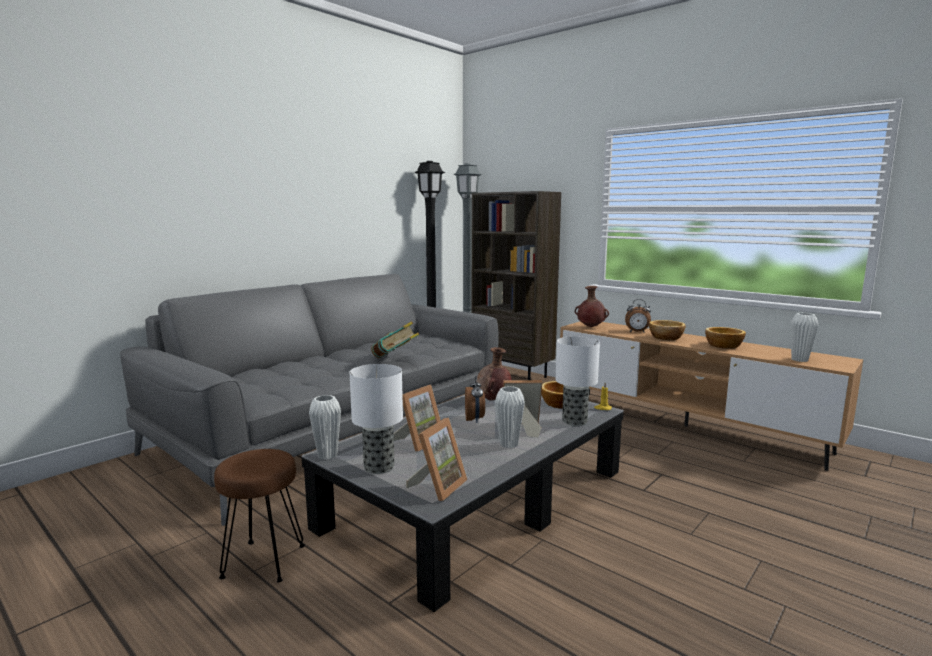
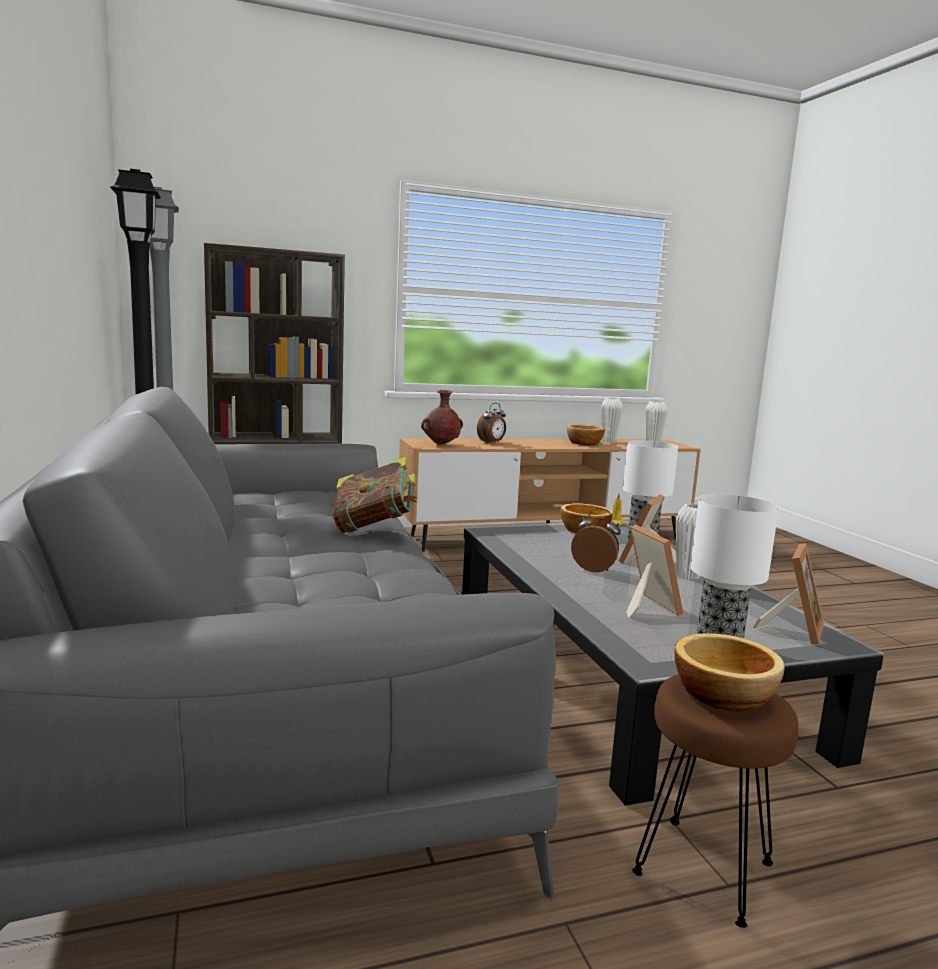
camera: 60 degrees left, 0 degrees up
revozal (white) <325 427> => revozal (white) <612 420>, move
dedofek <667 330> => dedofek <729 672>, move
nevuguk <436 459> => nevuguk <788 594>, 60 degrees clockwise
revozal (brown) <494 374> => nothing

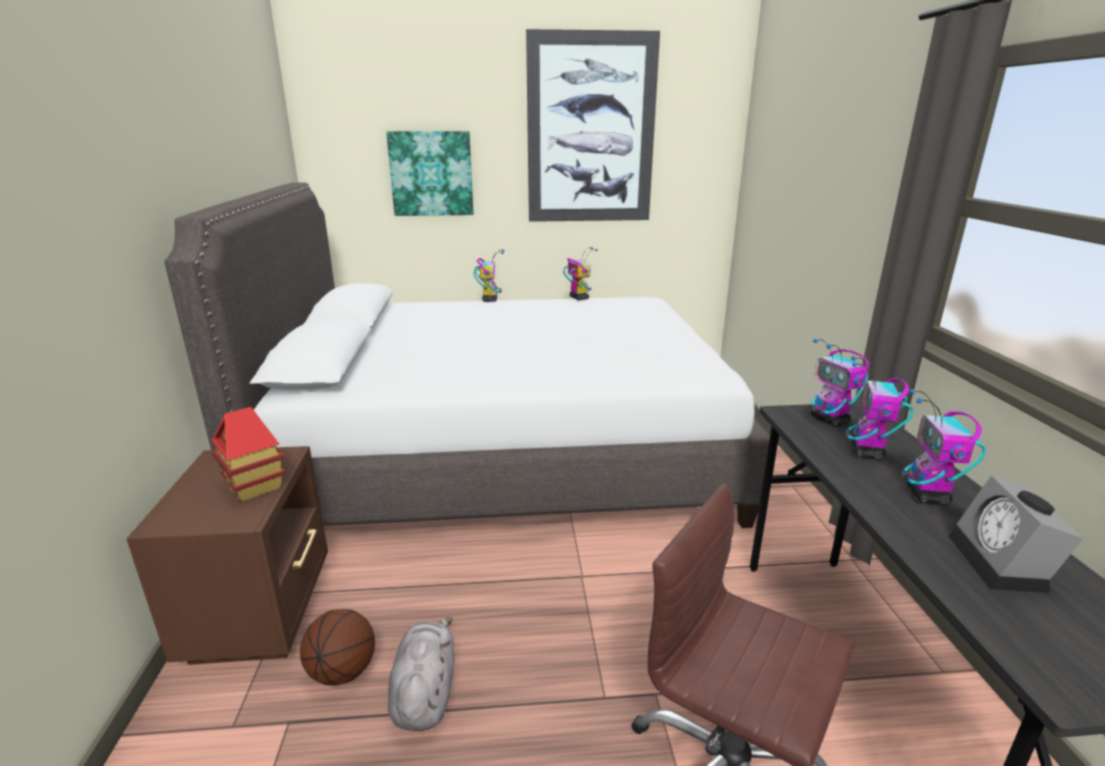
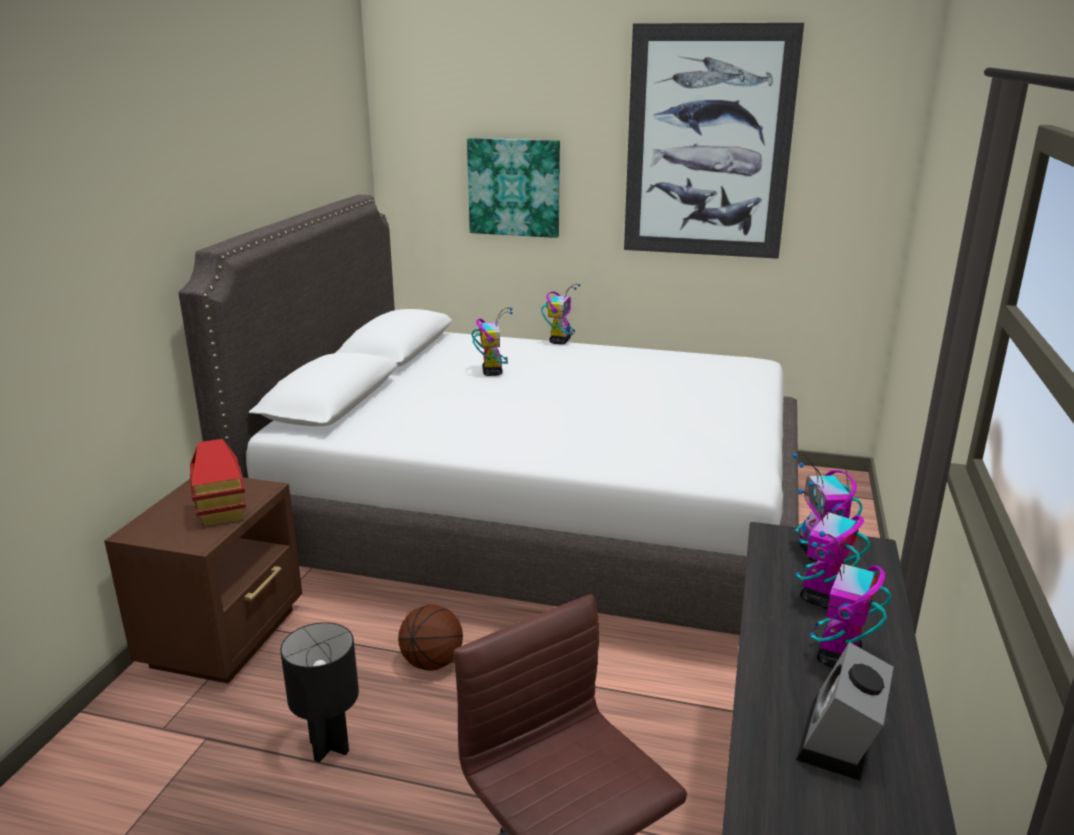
camera: 20 degrees right, 0 degrees up
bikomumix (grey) <421 674> => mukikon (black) <319 692>
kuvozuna <337 647> => kuvozuna <430 637>, move
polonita <580 273> => polonita <492 341>, move

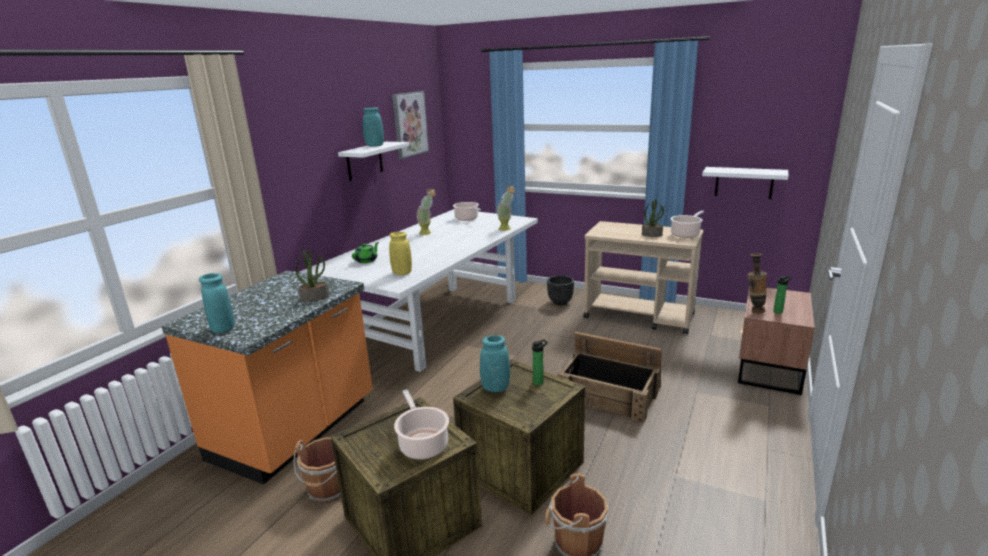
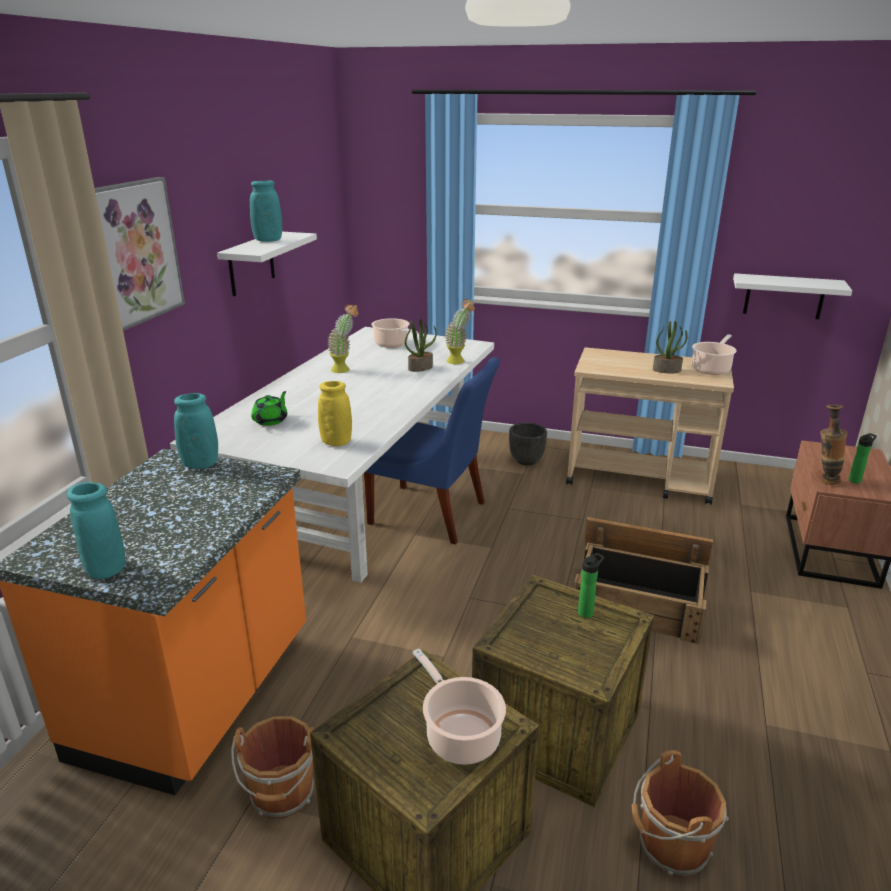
camera: 10 degrees left, 5 degrees up
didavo <410 125> => didavo <140 254>, move
revozal (turquoise) <495 363> => revozal (turquoise) <196 431>, move
nothing => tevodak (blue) <432 450>
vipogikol <312 275> => vipogikol <421 345>, move

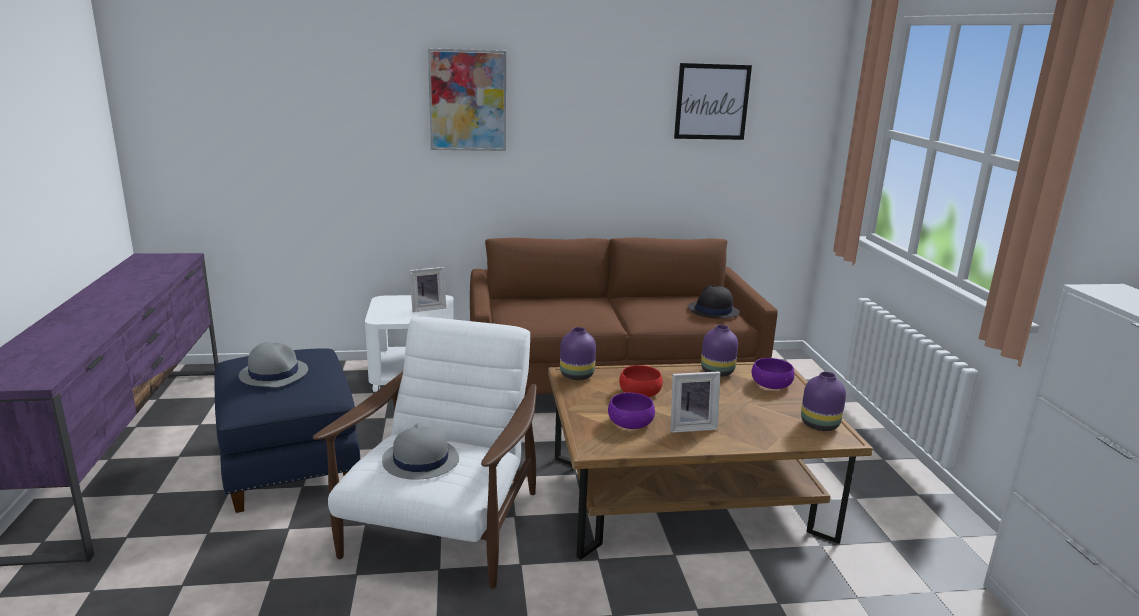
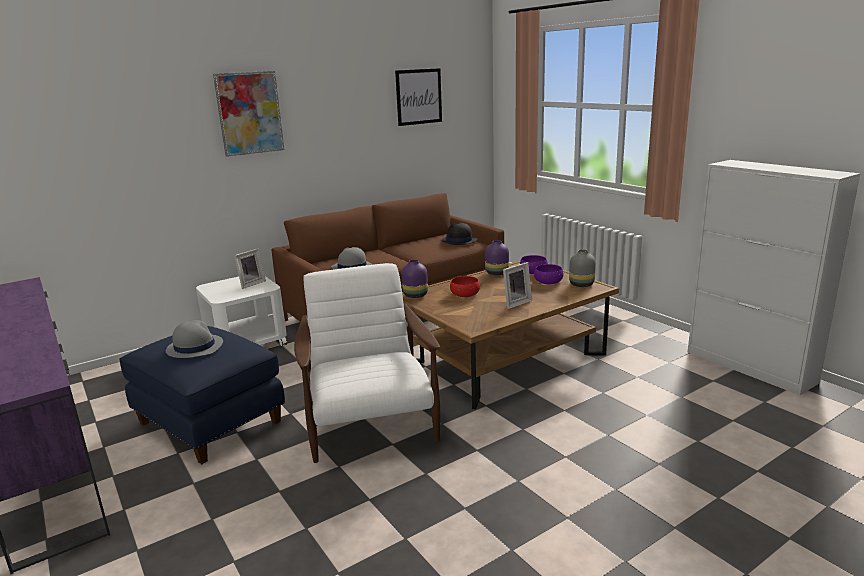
camera: 25 degrees left, 0 degrees up
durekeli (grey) <420 451> => durekeli (grey) <351 258>, move
dedofek (purple) <631 411> => dedofek (purple) <549 274>, move
revozal (purple) <823 401> => revozal (grey) <582 268>

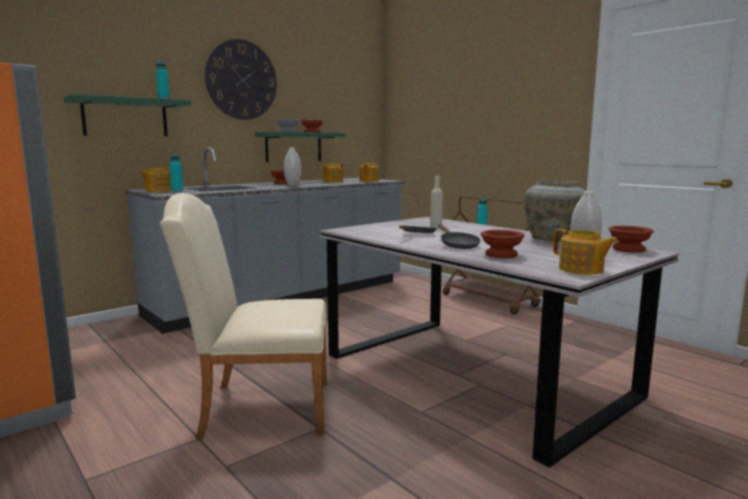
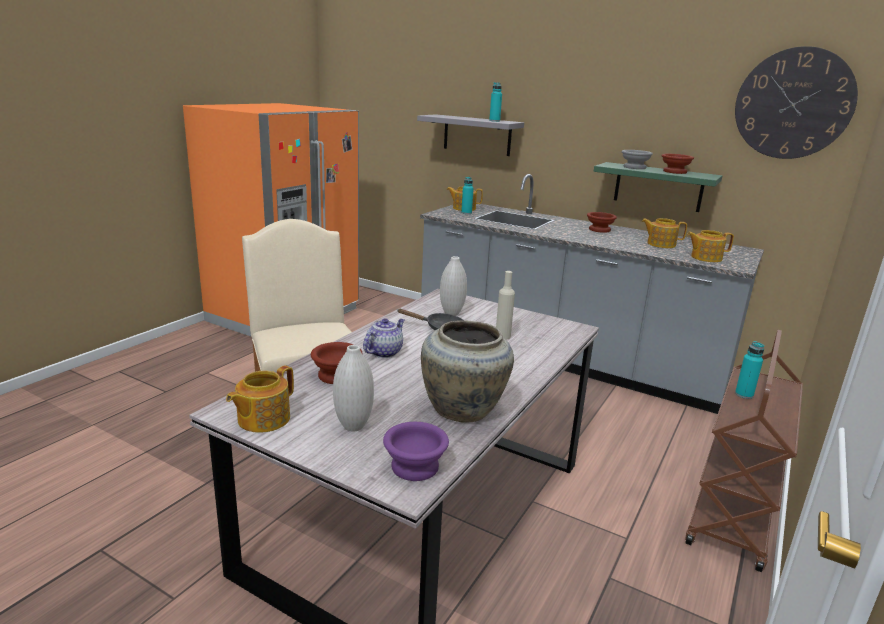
camera: 70 degrees right, 10 degrees up
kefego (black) <459 236> => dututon <383 338>
dedofek (brown) <631 239> => dedofek (purple) <416 451>
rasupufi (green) <127 115> => rasupufi (grey) <470 135>
revozal (white) <292 167> => revozal (white) <453 286>, move
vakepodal <241 79> => vakepodal <796 102>, move

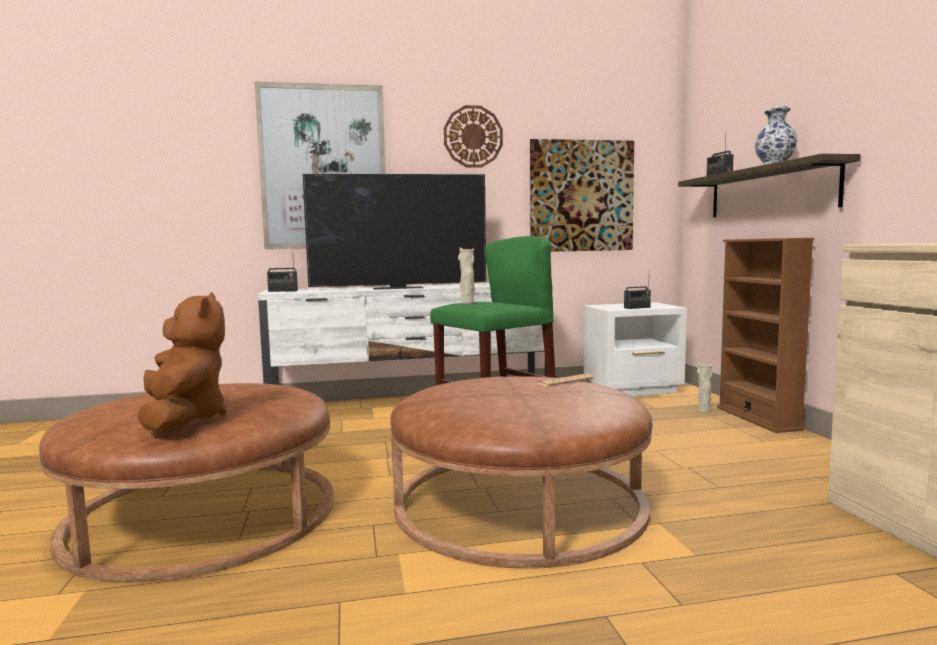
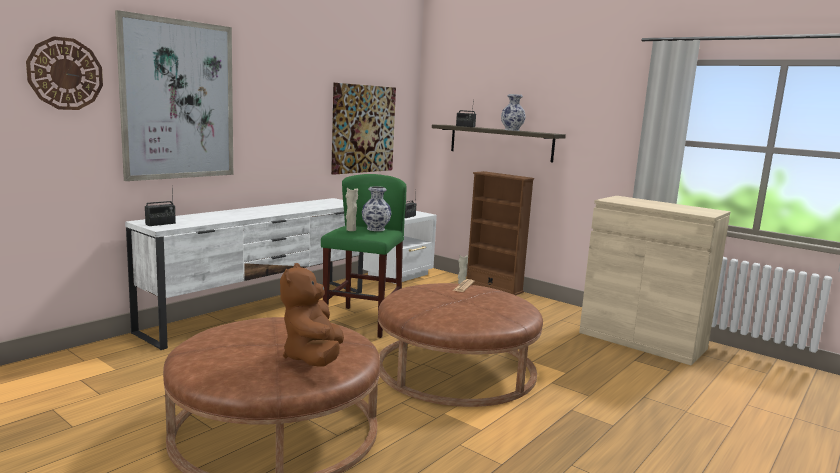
camera: 40 degrees left, 5 degrees up
vakepodal <473 136> => vakepodal <64 73>, move
bikomumix (brown) <182 362> => bikomumix (brown) <312 314>, 120 degrees counterclockwise
nothing => revozal <377 208>
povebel <394 232> => nothing

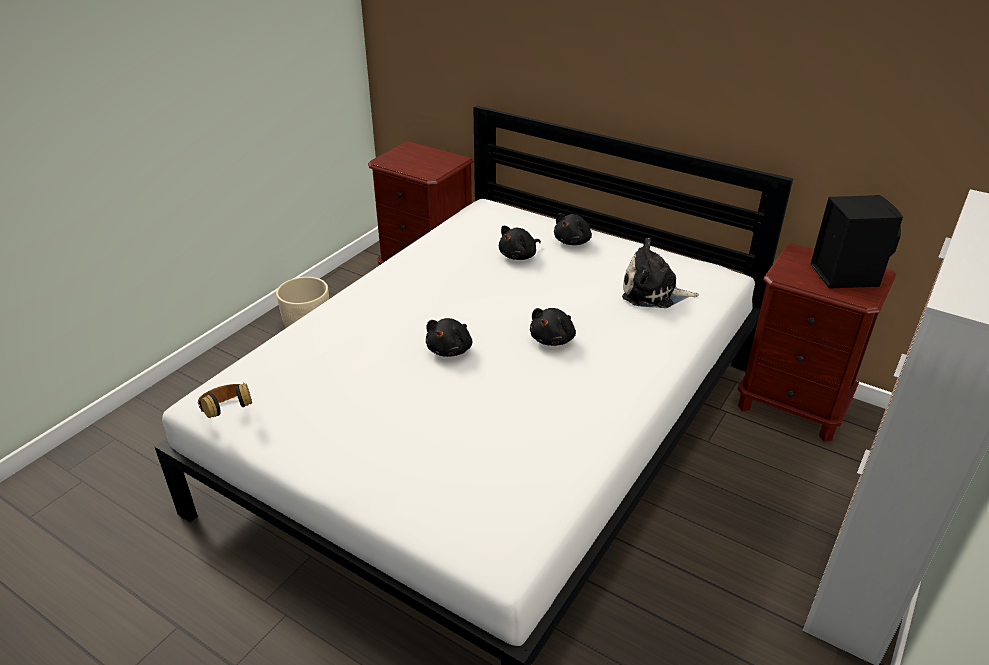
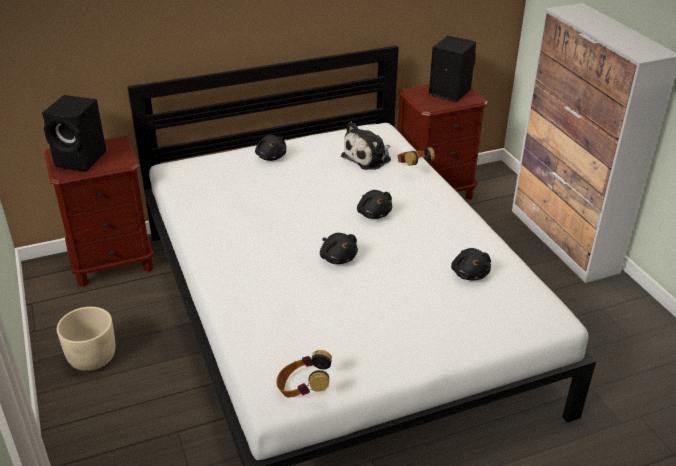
camera: 55 degrees left, 0 degrees up
nothing => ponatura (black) <74 133>
nothing => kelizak <416 156>
bikomumix (black) <520 243> => bikomumix (black) <471 264>, move

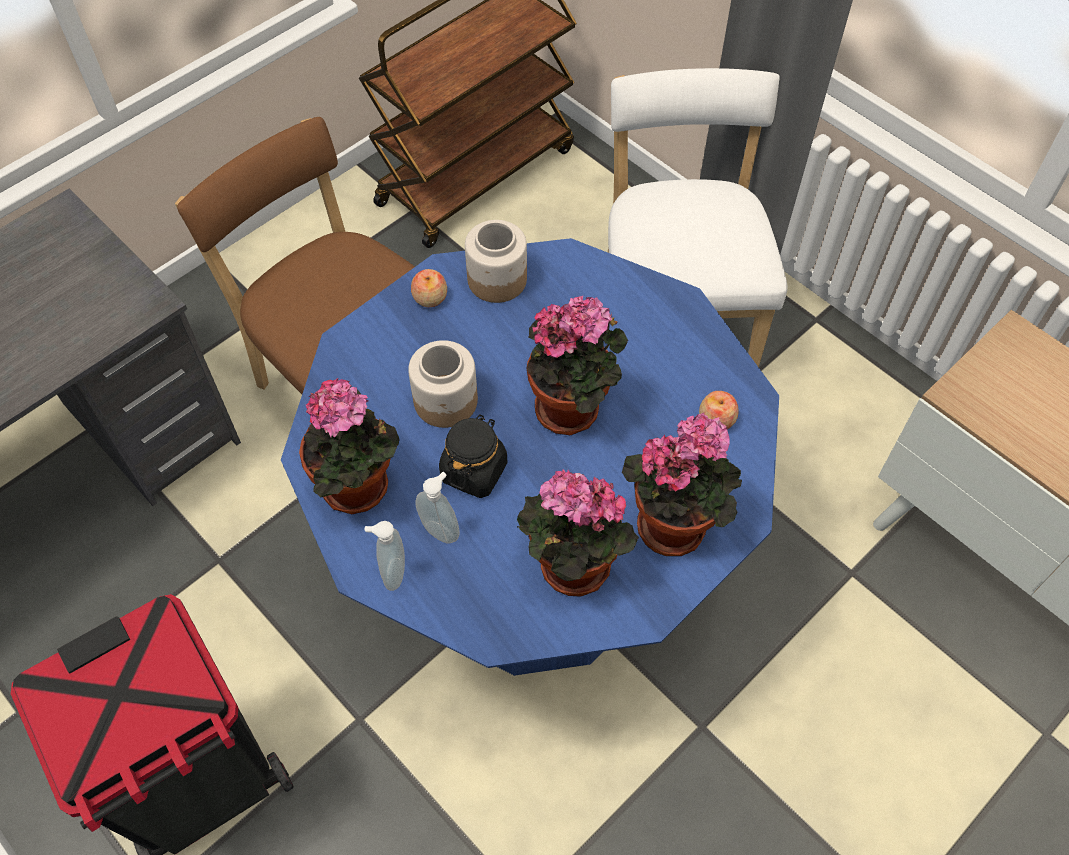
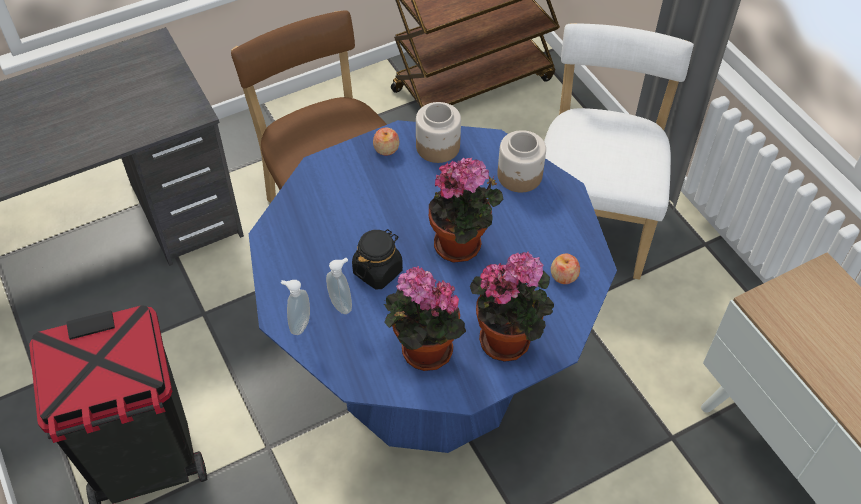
camera: 15 degrees right, 5 degrees down
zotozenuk <443 384> => zotozenuk <521 161>, move
vipogikol <349 446> => nothing

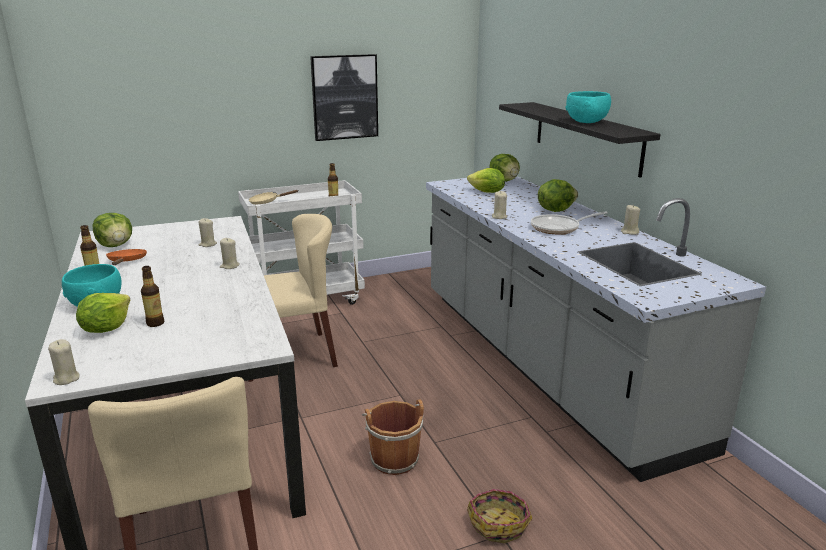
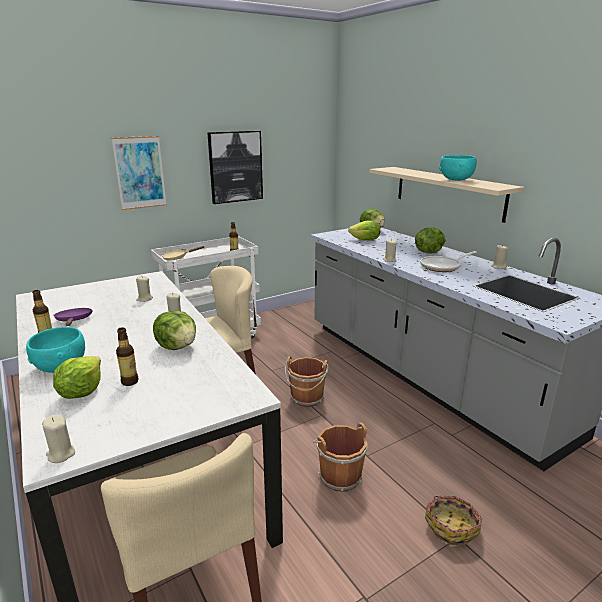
camera: 10 degrees left, 0 degrees up
kefego (orange) <126 257> => kefego (purple) <73 317>
nothing => didavo <139 173>
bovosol <112 230> => bovosol <174 330>, move
nothing => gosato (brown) <306 381>
rasupufi (black) <580 140> => rasupufi (beige) <446 195>

